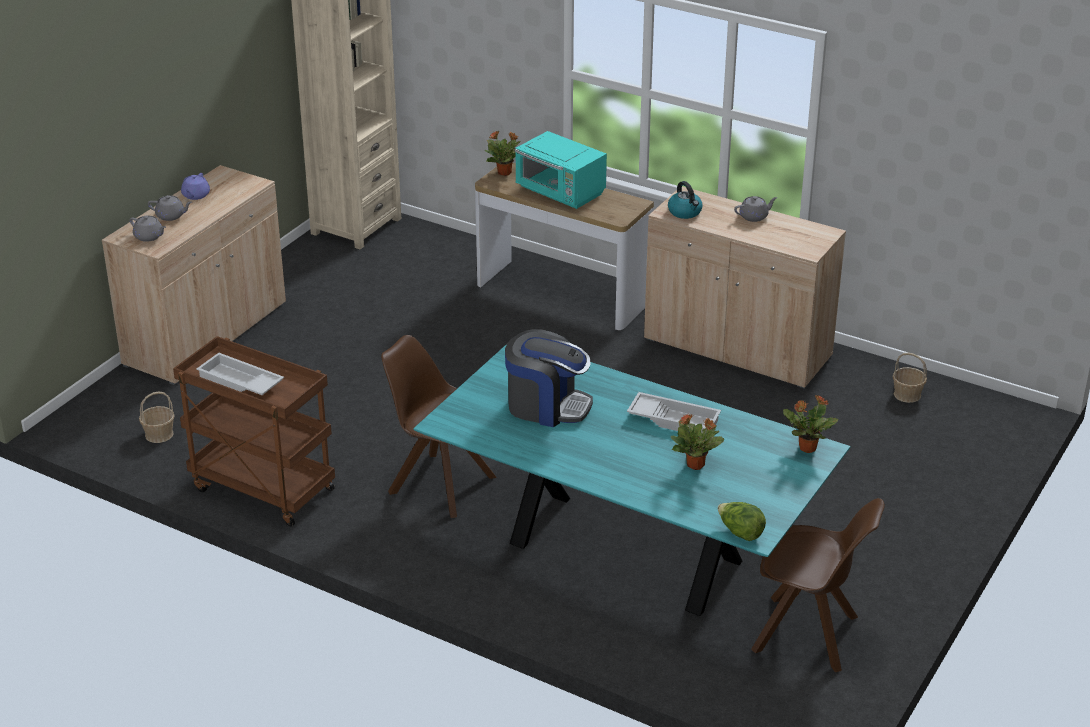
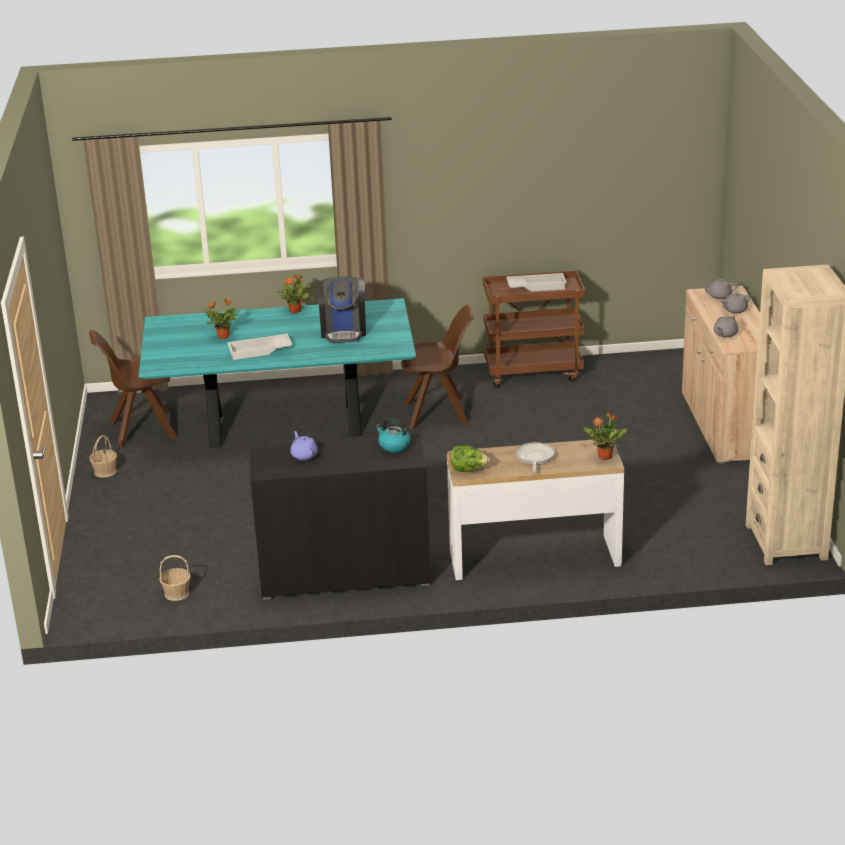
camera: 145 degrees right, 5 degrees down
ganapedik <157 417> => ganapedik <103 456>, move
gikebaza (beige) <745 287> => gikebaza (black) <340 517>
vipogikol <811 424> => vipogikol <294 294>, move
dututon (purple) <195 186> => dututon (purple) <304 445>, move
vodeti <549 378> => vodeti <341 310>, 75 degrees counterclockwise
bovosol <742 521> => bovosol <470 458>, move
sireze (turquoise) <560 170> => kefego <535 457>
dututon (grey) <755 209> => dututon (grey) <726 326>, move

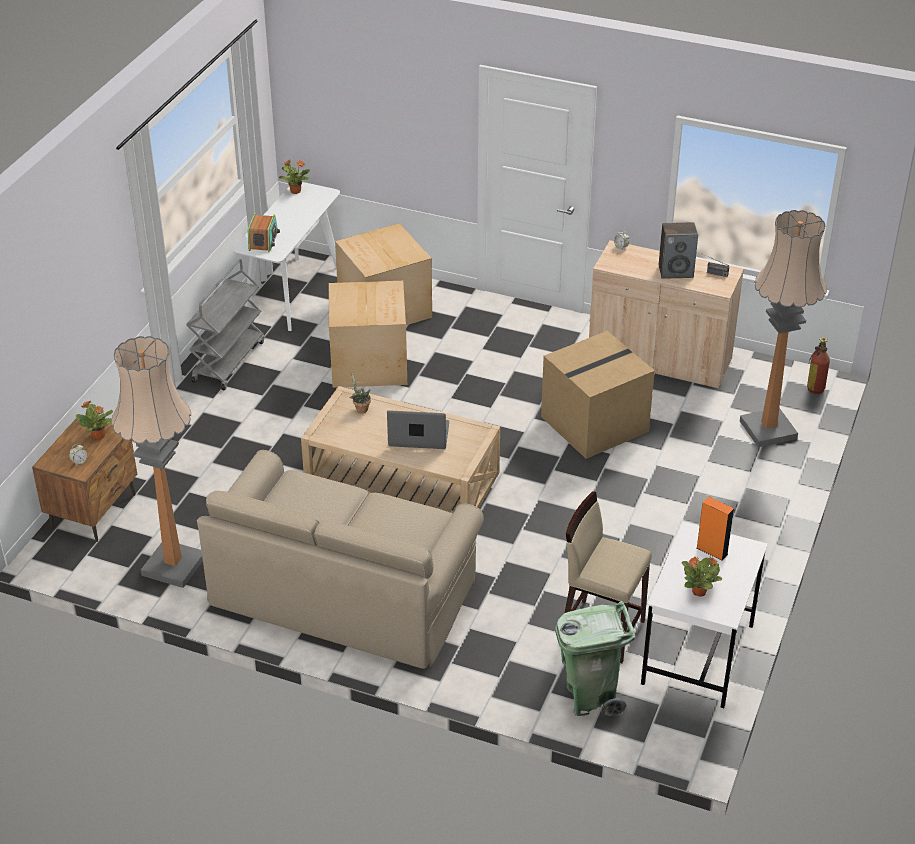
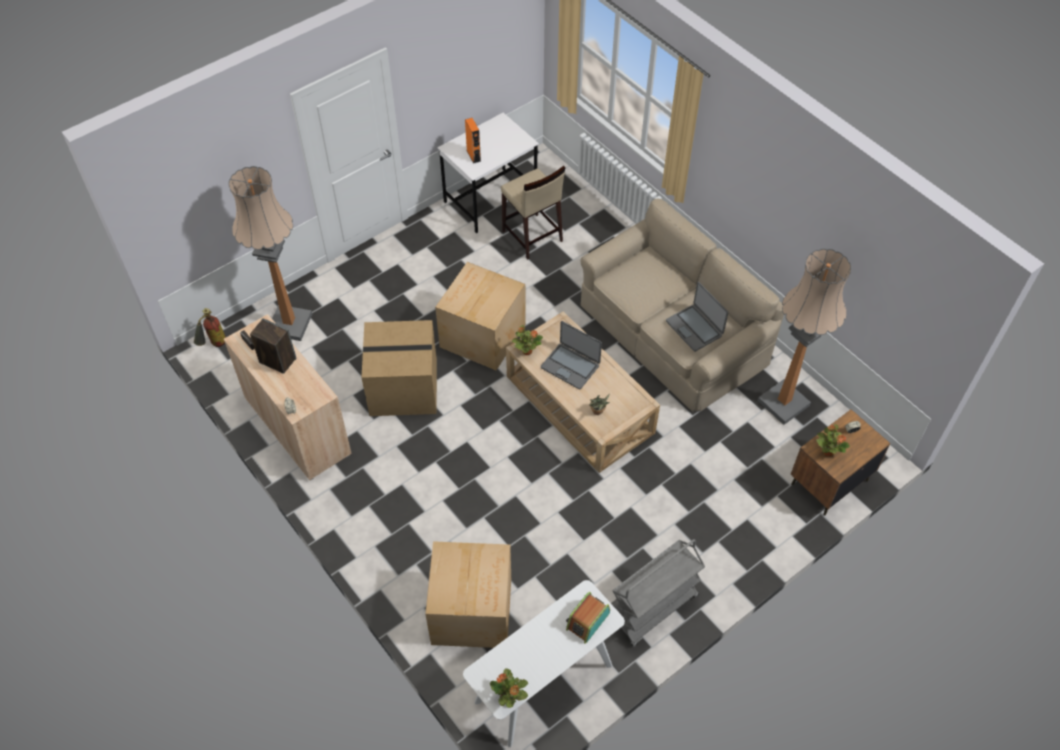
camera: 150 degrees left, 15 degrees up
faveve <368 334> => faveve <480 316>, move
vipogikol <702 577> => vipogikol <527 340>, move
nothing => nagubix <697 317>
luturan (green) <595 658> => nothing

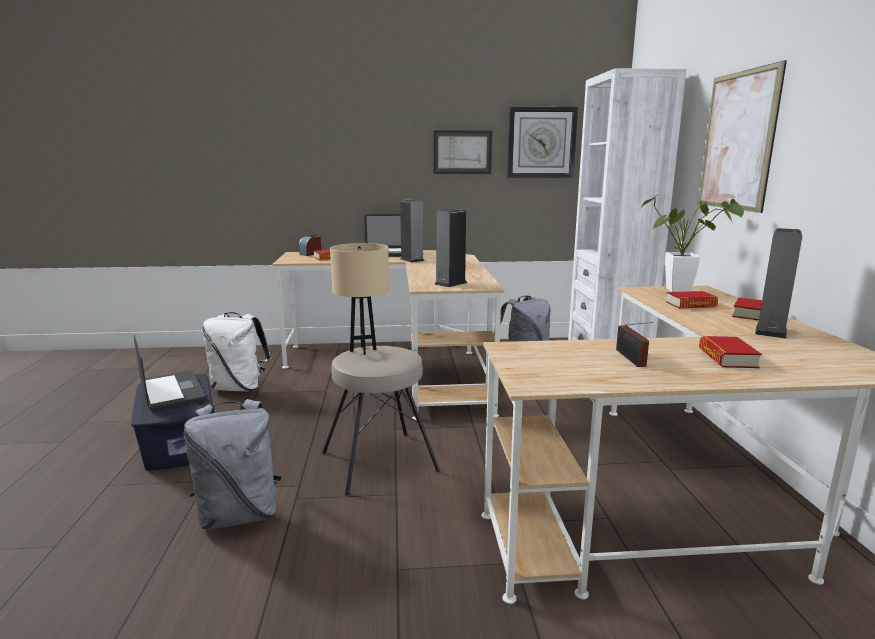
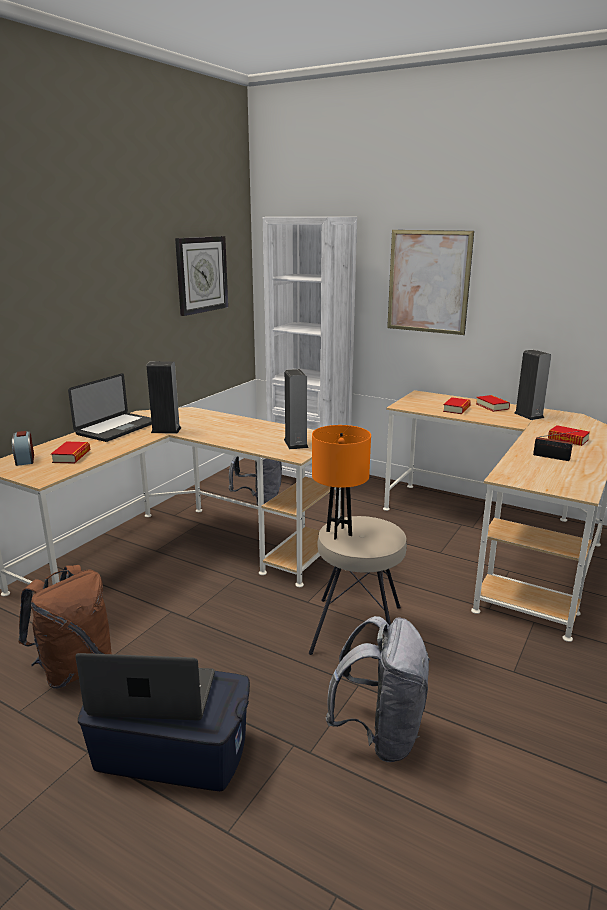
camera: 55 degrees left, 5 degrees up
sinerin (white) <236 351> => sinerin (brown) <65 626>
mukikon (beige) <359 299> => mukikon (orange) <341 482>
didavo <462 152> => nothing
vipogikol <693 243> => nothing

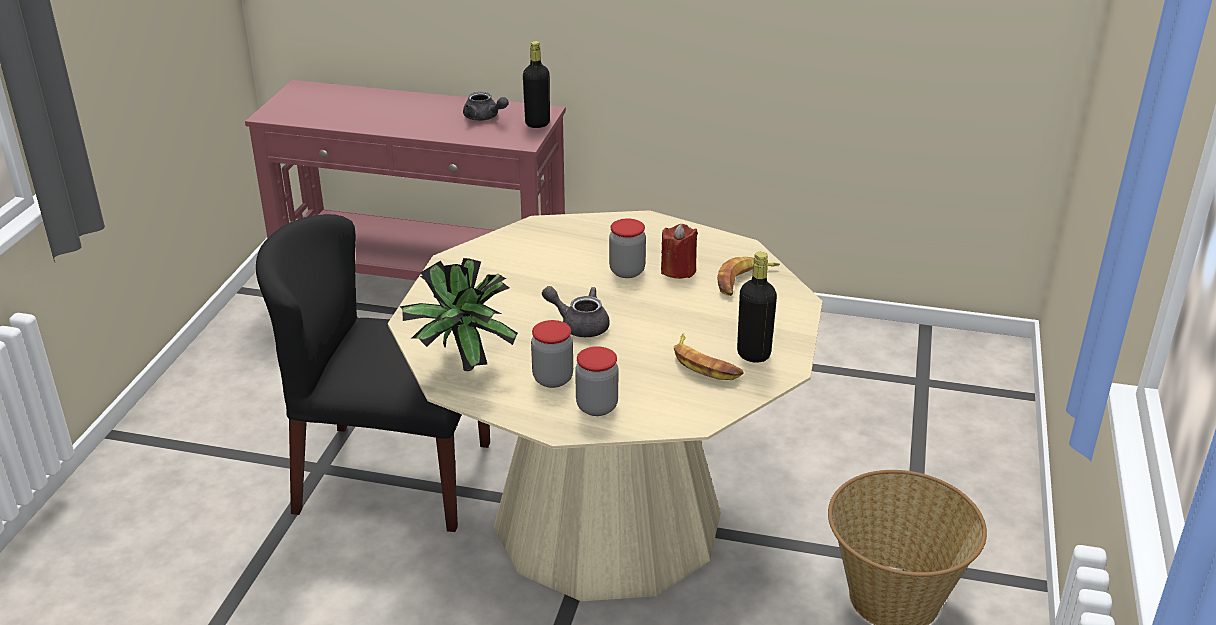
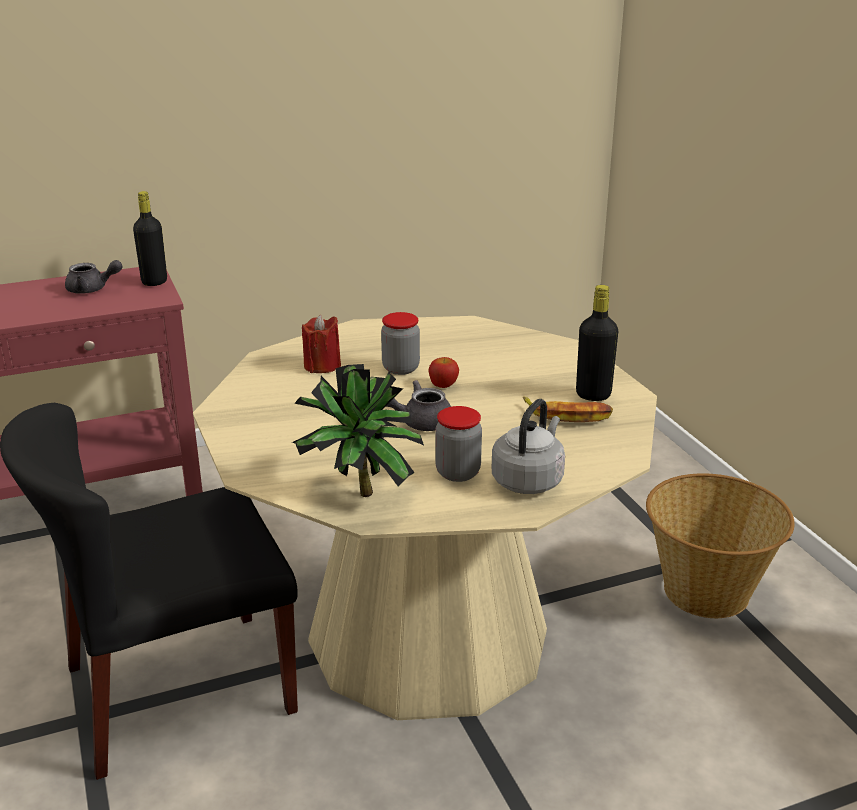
camera: 35 degrees left, 5 degrees down
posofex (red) <679 251> => posofex (red) <321 343>, move
nothing => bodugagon <444 372>
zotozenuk <596 381> => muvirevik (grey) <528 446>
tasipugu <748 276> => nothing

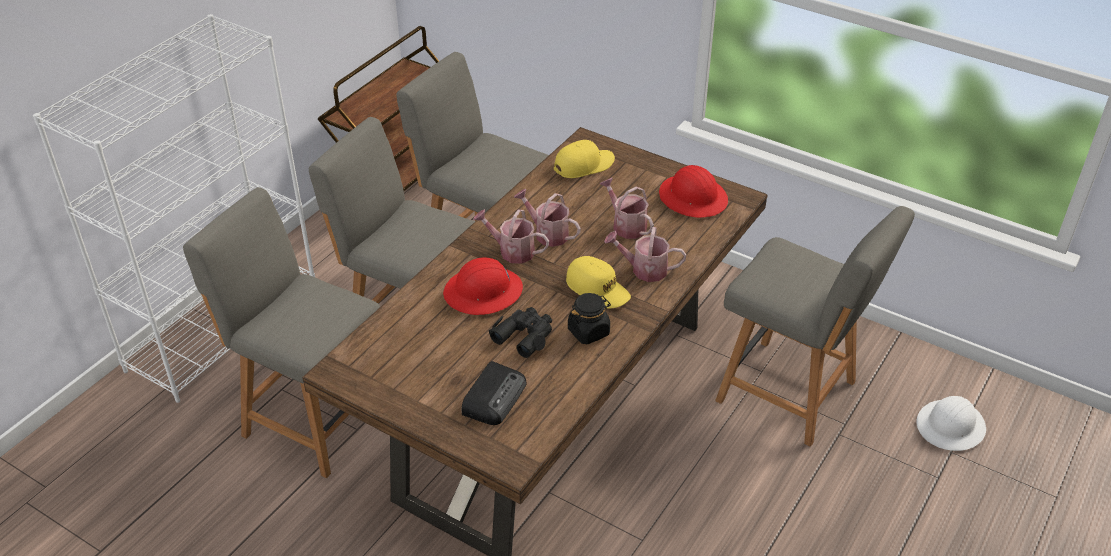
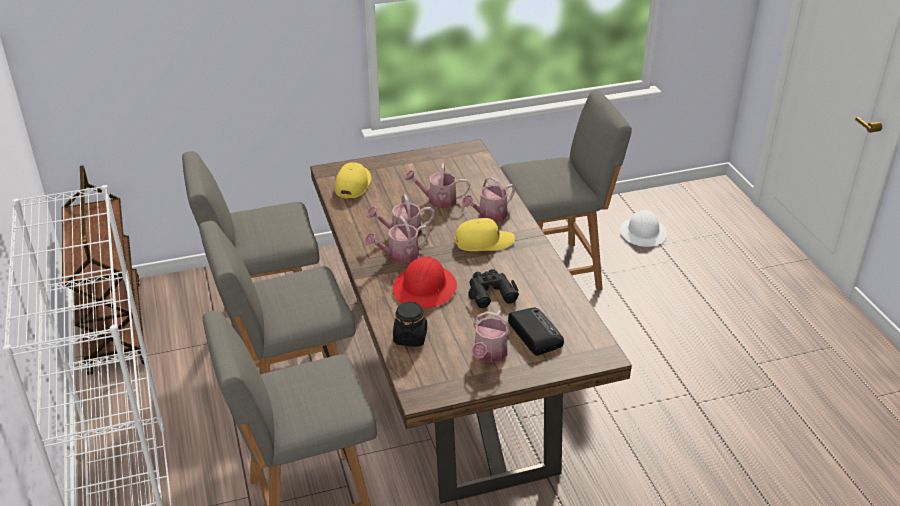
camera: 50 degrees left, 5 degrees down
zotozenuk (black) <589 318> => zotozenuk (black) <410 324>, move
nothing => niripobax <491 336>
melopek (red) <693 191> => nothing

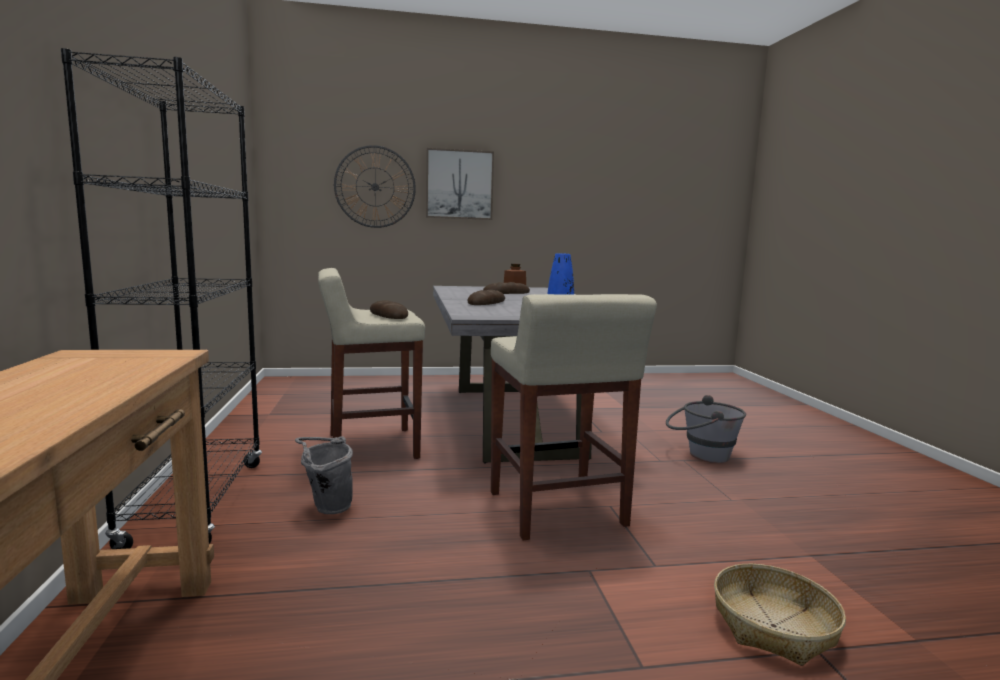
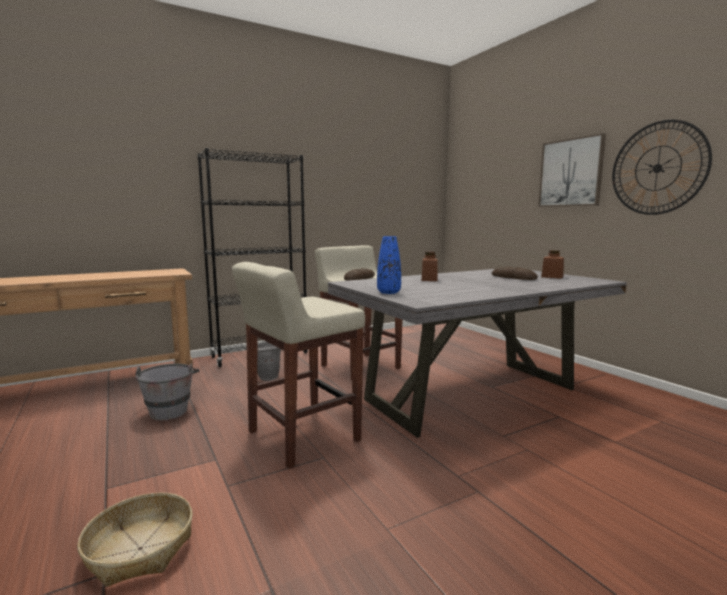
camera: 70 degrees right, 0 degrees up
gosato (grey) <706 429> => gosato (grey) <167 392>, move
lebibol <486 297> => zotozenuk (brown) <430 266>
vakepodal <375 186> => vakepodal <662 167>, move

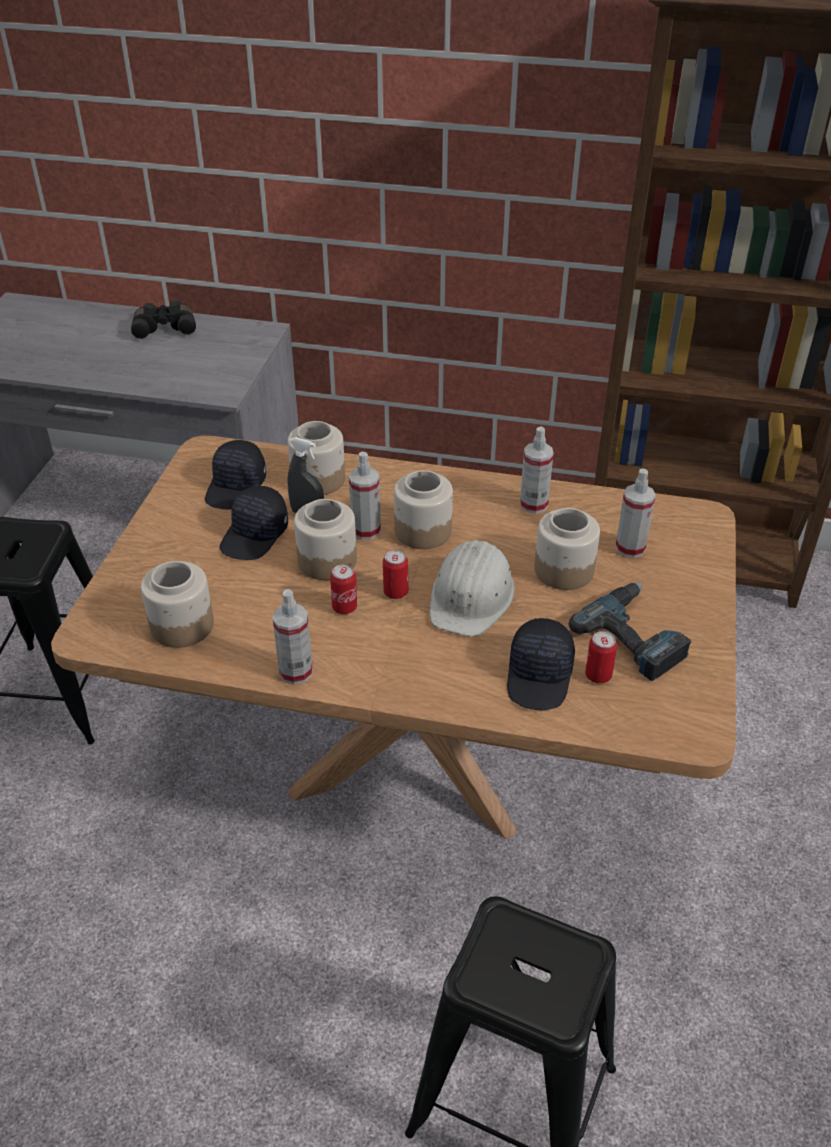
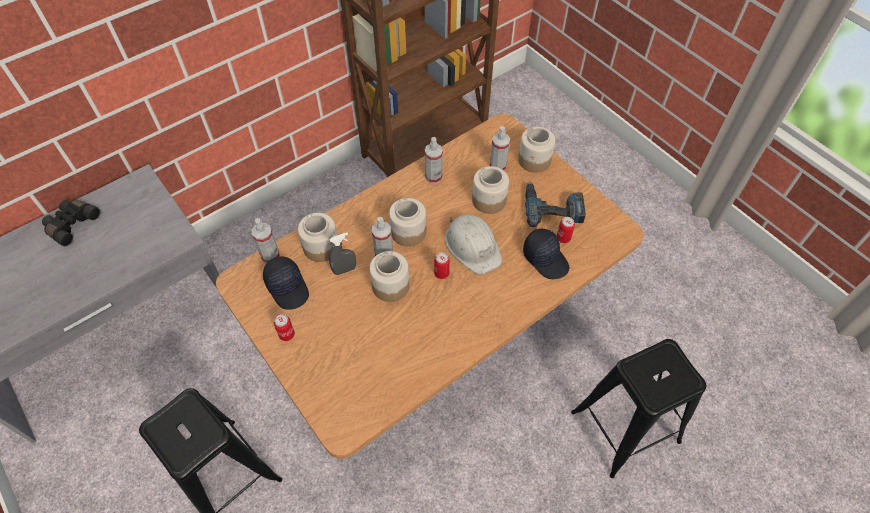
camera: 50 degrees left, 15 degrees up
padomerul <293 637> => padomerul <266 240>, move
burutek <343 589> => burutek <284 327>, move
zotozenuk <177 604> => zotozenuk <536 150>, move
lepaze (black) <254 523> => nothing

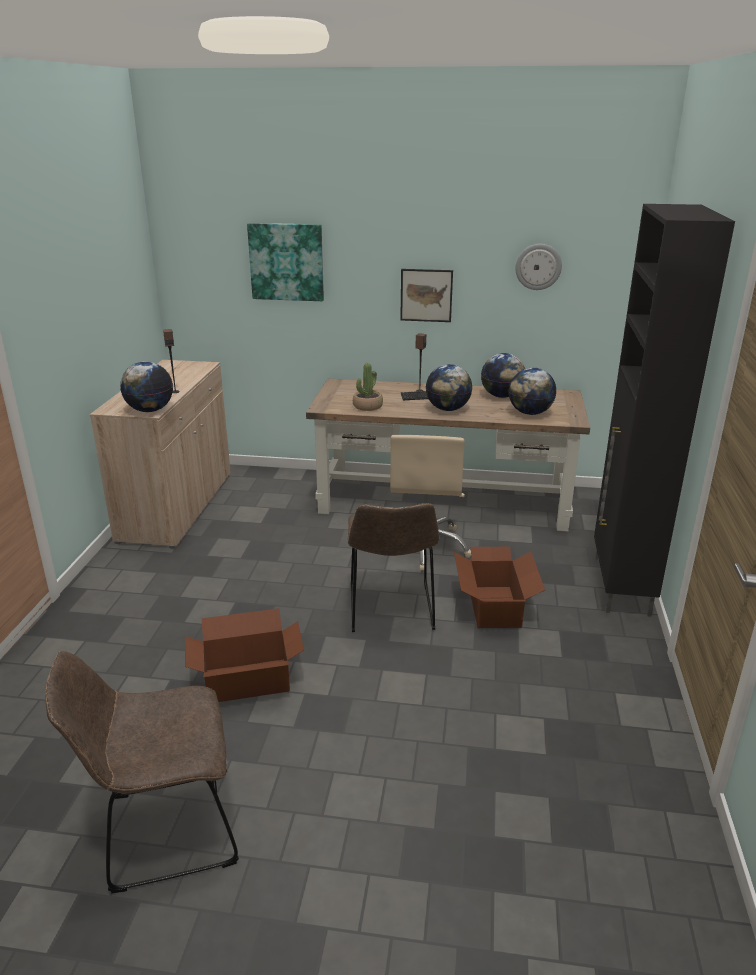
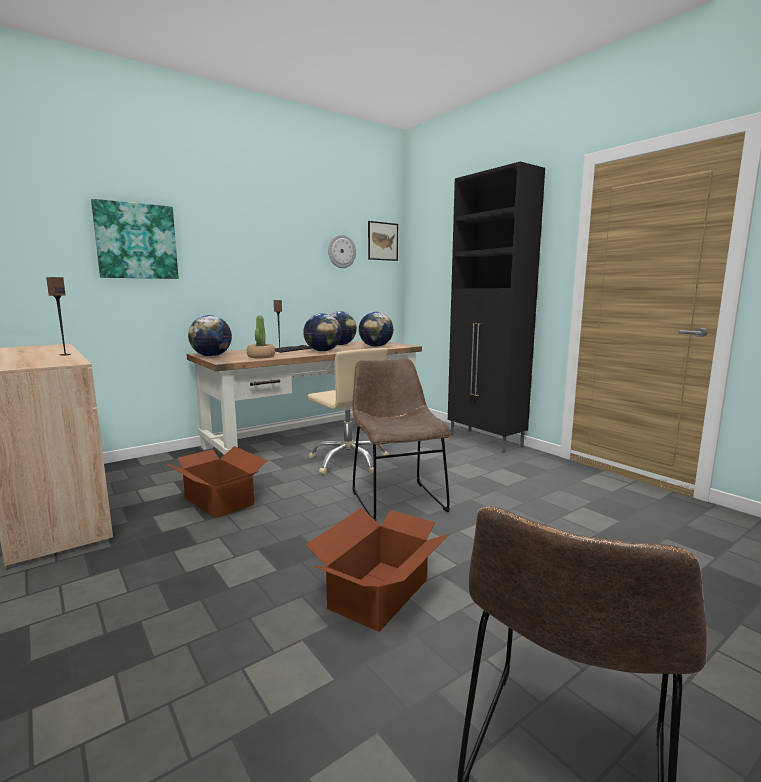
camera: 45 degrees left, 15 degrees down
faveve <499 587> => faveve <216 482>, move
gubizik <146 386> => gubizik <210 336>, move
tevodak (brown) <393 567> => tevodak (brown) <401 439>, 150 degrees counterclockwise
didavo <426 295> => didavo <383 241>, move

